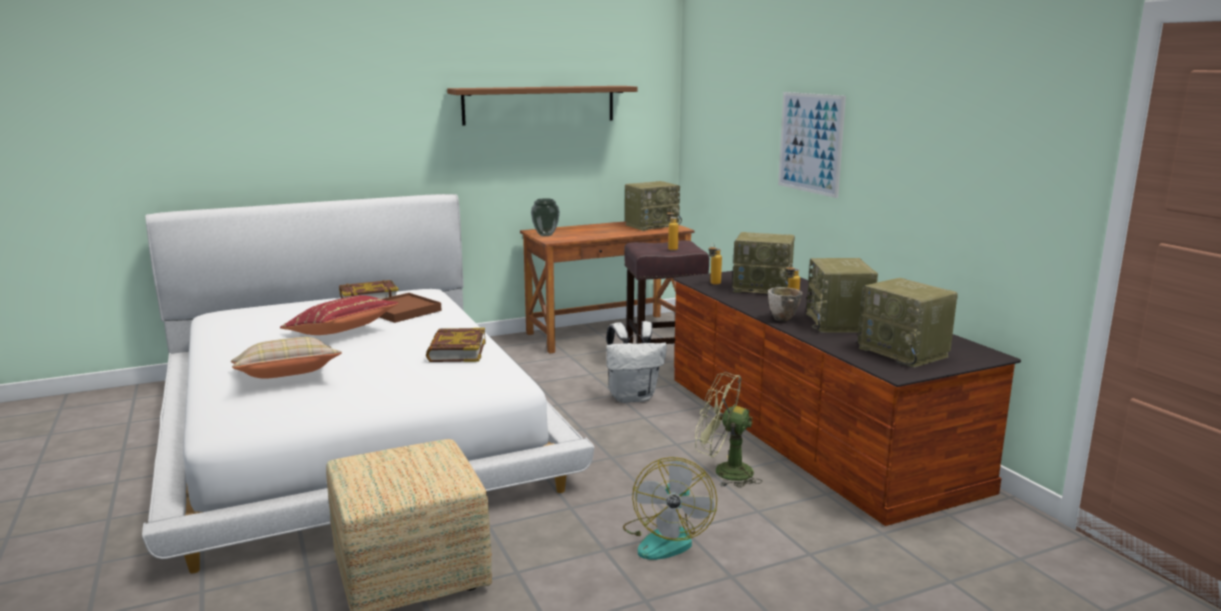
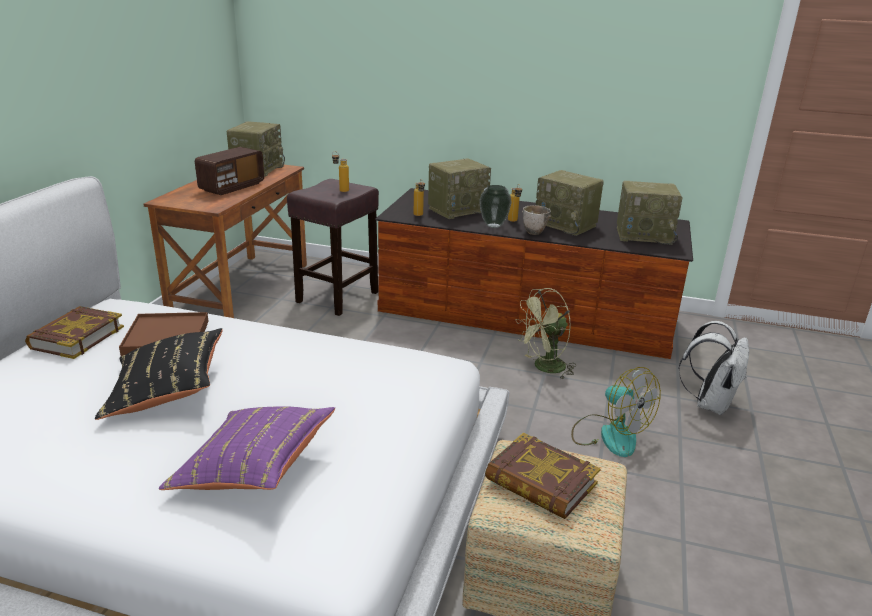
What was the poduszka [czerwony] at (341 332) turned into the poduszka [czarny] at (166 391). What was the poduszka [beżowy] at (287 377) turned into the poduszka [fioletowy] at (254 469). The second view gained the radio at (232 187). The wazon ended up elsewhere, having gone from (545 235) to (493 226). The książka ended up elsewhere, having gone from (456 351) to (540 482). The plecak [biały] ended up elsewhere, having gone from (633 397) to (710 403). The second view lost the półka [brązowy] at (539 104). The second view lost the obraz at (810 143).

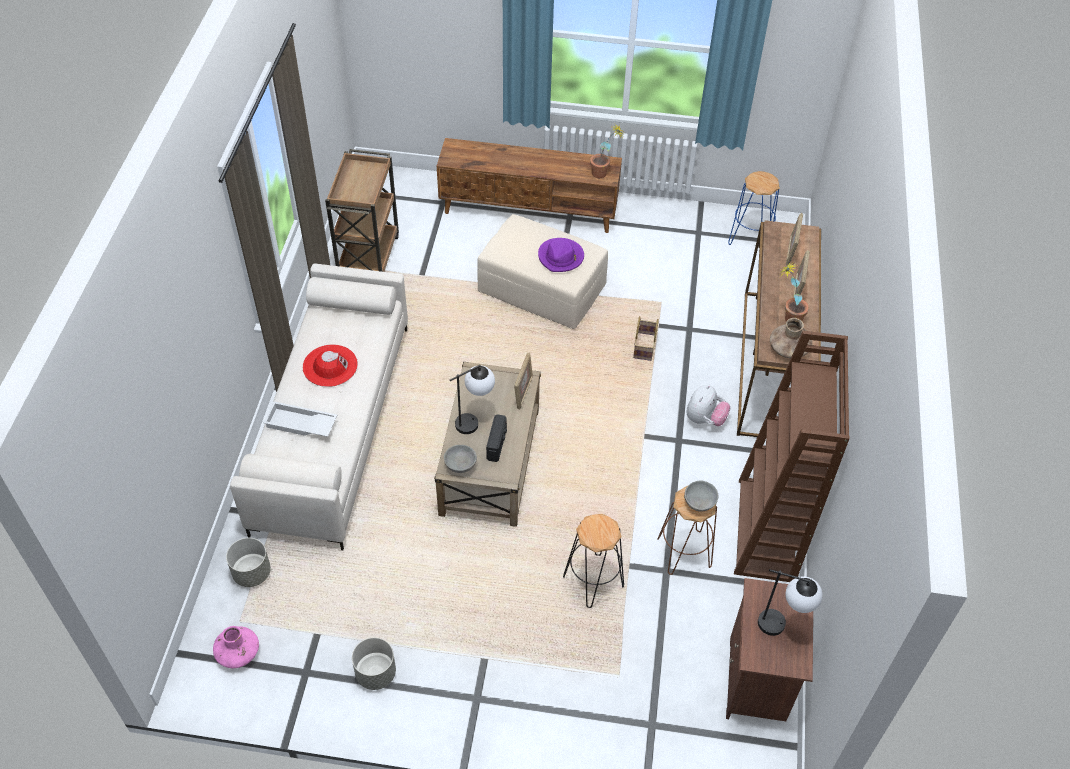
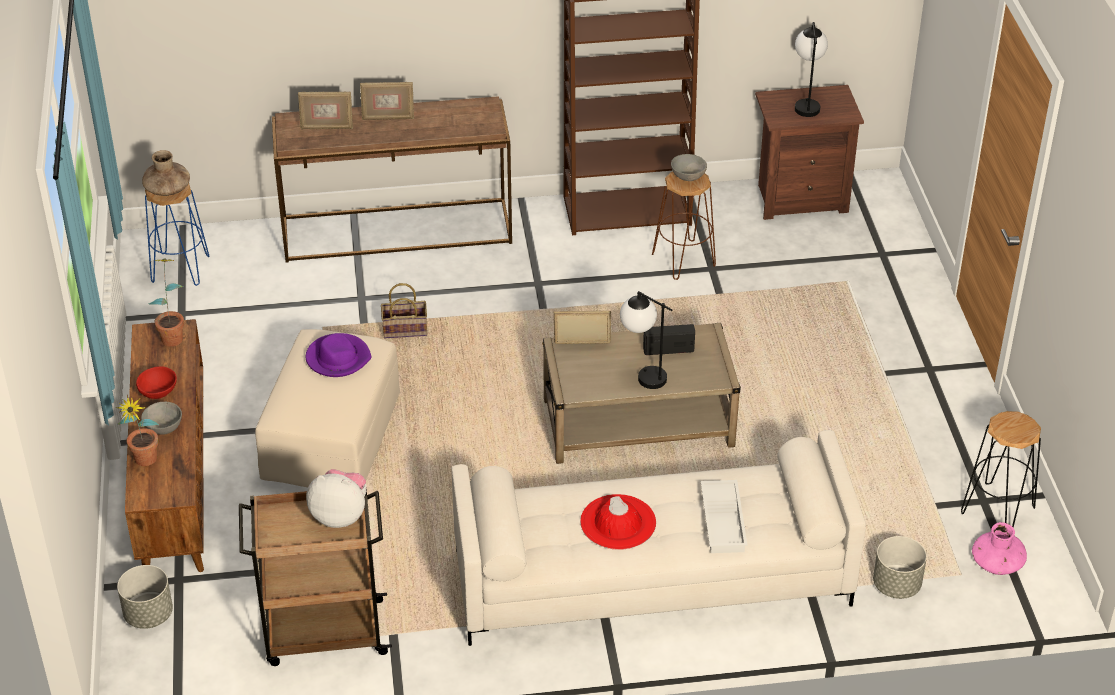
The roślina doniczkowa ended up elsewhere, having gone from (787 318) to (144 463). The donica [szary] ended up elsewhere, having gone from (376 673) to (148 614). The second view gained the miska [czerwony] at (159 393). The miska [szary] ended up elsewhere, having gone from (460 465) to (163 428). The wazon [brązowy] ended up elsewhere, having gone from (788 349) to (167 189). The pluszak ended up elsewhere, having gone from (705 419) to (340 515). The stołek [czarny] ended up elsewhere, having gone from (593 581) to (998 509).

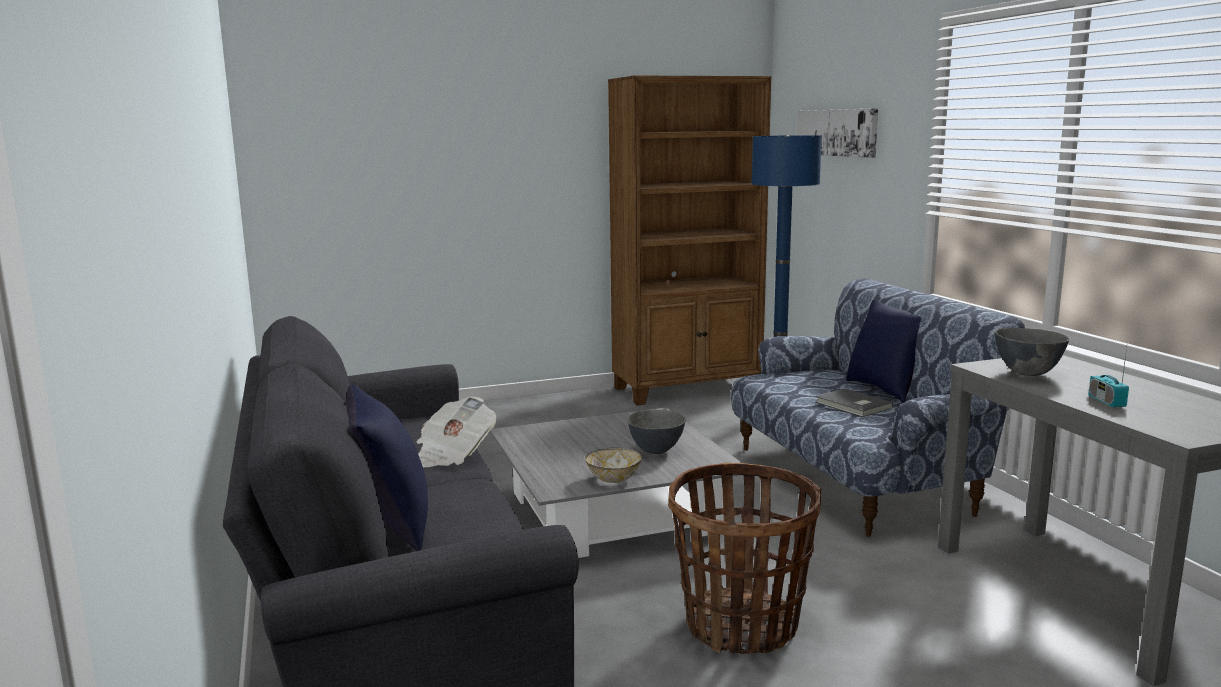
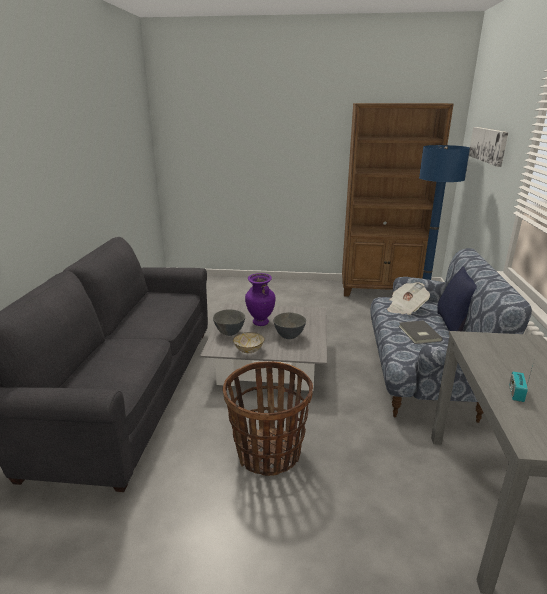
The miska [szary] ended up elsewhere, having gone from (1028 373) to (230 333). The second view gained the wazon [fioletowy] at (260 323). The gazeta ended up elsewhere, having gone from (453 454) to (405 308). The second view lost the poduszka [niebieski] at (389 527).

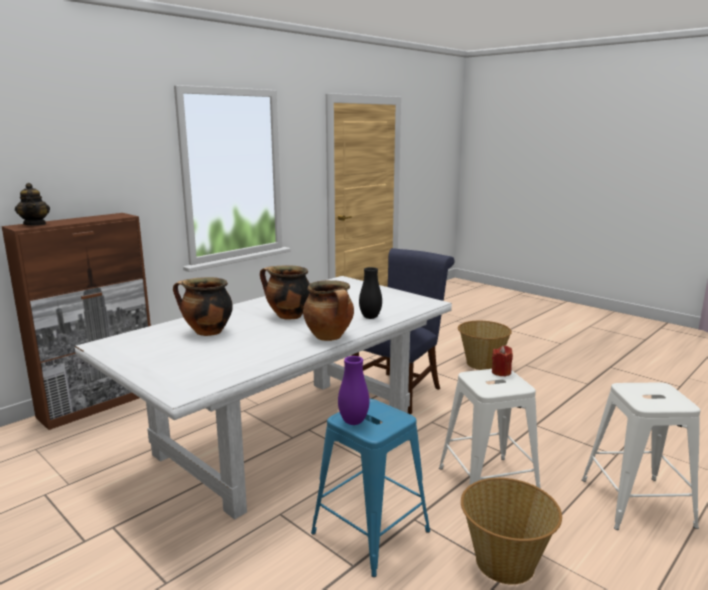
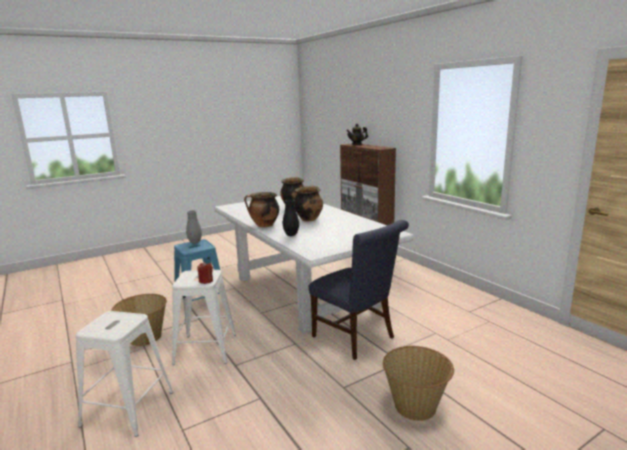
What was the wazon [fioletowy] at (353 422) turned into the wazon [szary] at (195 242).

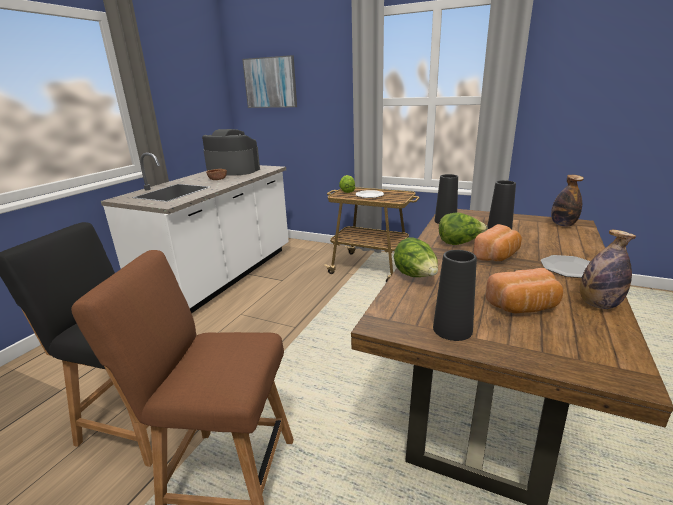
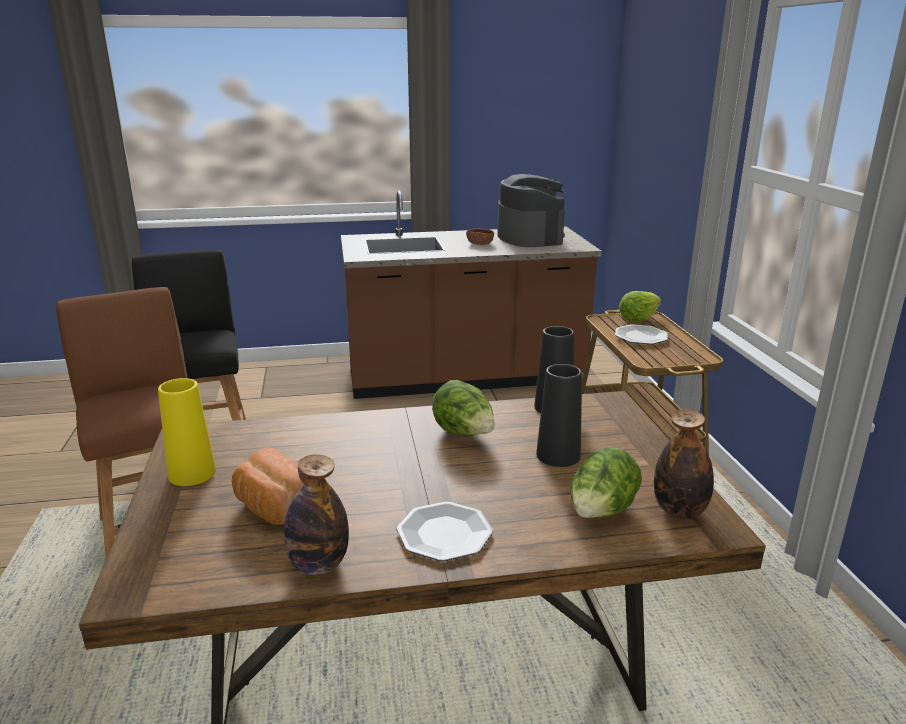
What was the wazon [czarny] at (452 329) turned into the wazon [żółty] at (192 473). What was the zabudowa kuchenna [biały] at (222 276) turned into the zabudowa kuchenna [brązowy] at (464 377). The sałata ended up elsewhere, having gone from (416 276) to (601 513). The second view lost the obraz at (270 82). The second view lost the chleb at (498 256).

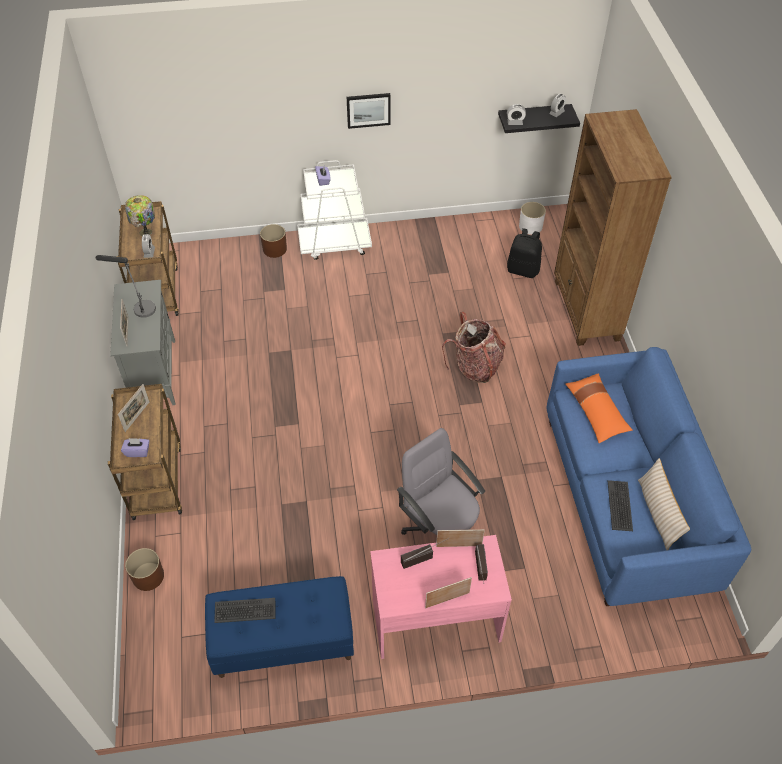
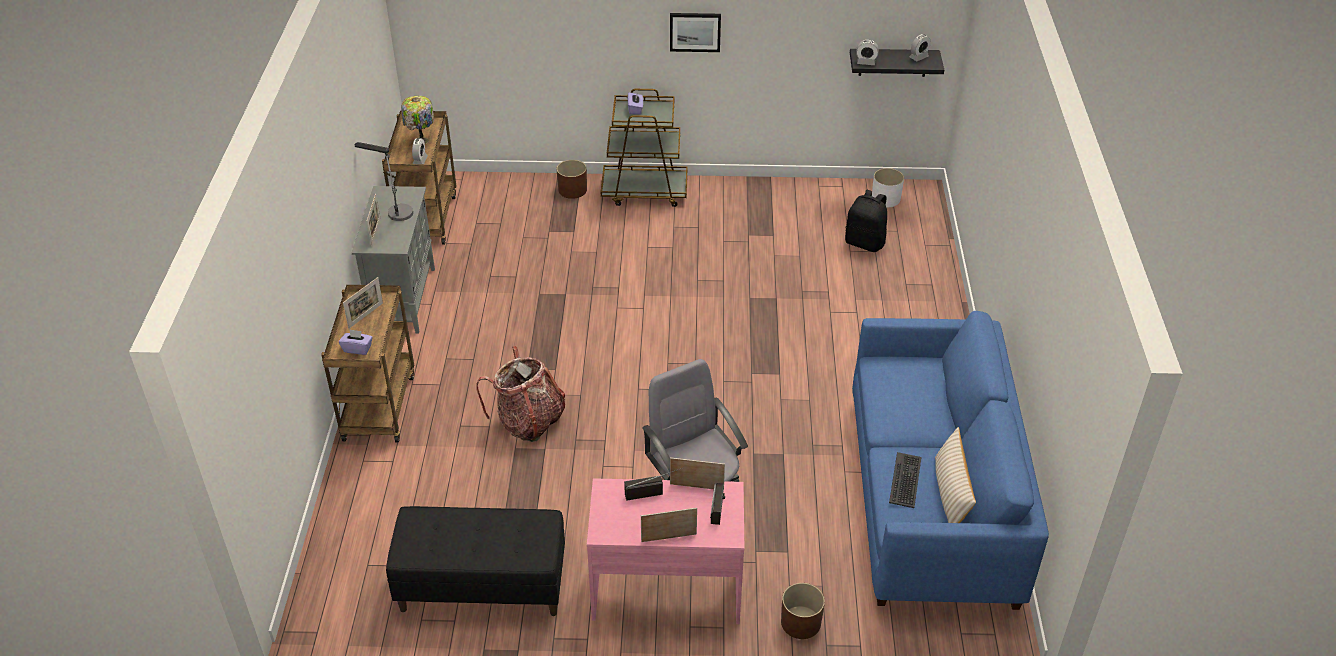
What was the ławka [niebieski] at (283 642) turned into the ławka [czarny] at (481 587). The plecak ended up elsewhere, having gone from (475 367) to (528 421). What was the wózek [biały] at (335 243) turned into the wózek [brązowy] at (645 191). The donica [brązowy] ended up elsewhere, having gone from (148 577) to (800 623). The second view lost the klawiatura at (245 611). The second view lost the regał [brązowy] at (586 311). The second view lost the poduszka [pomarańczowy] at (596 412).

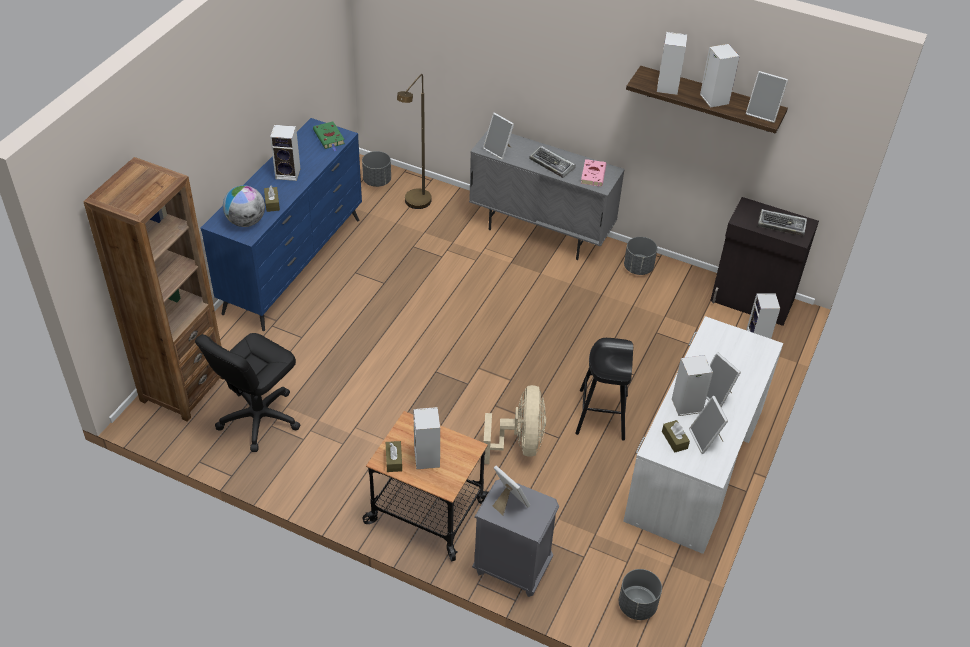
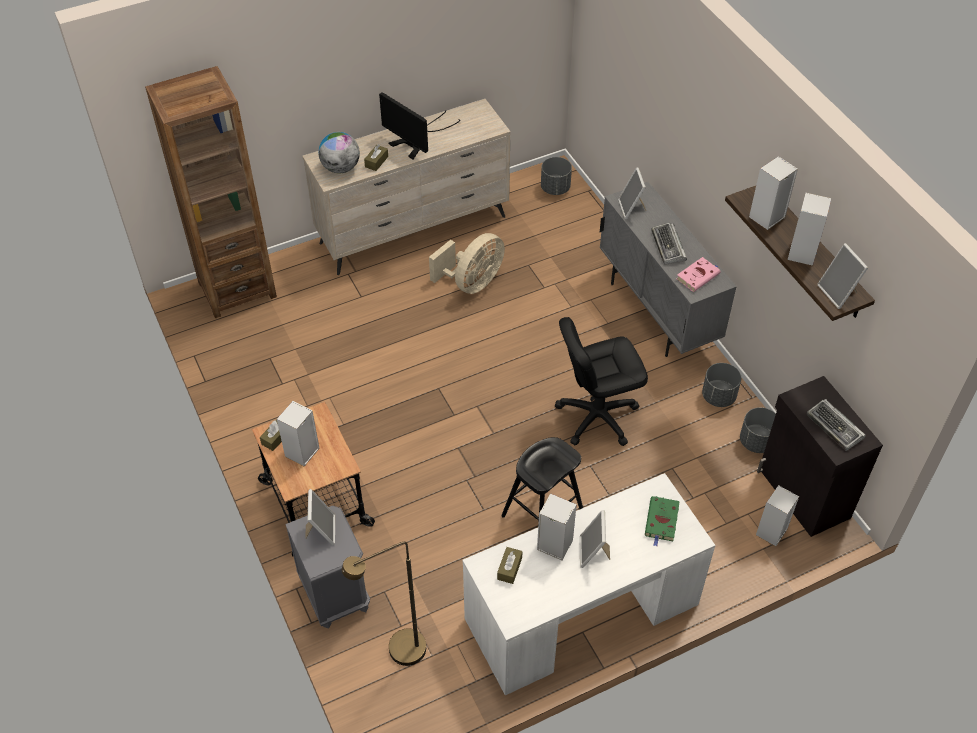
What was the komoda [niebieski] at (294 265) turned into the komoda [beżowy] at (414 230). The lampa stojąca [brązowy] ended up elsewhere, having gone from (415 205) to (398 654). Where the głośnik stood at (289 173), the monitor came to stand at (416 141). The wentylator [beżowy] ended up elsewhere, having gone from (519 444) to (472 283). The krzesło biurowe [czarny] ended up elsewhere, having gone from (259 418) to (597 416). The książka [zielony] ended up elsewhere, having gone from (329 138) to (661 522). The donica [szary] ended up elsewhere, having gone from (637 606) to (756 442). The second view lost the ramka na zdjęcie at (706 439).

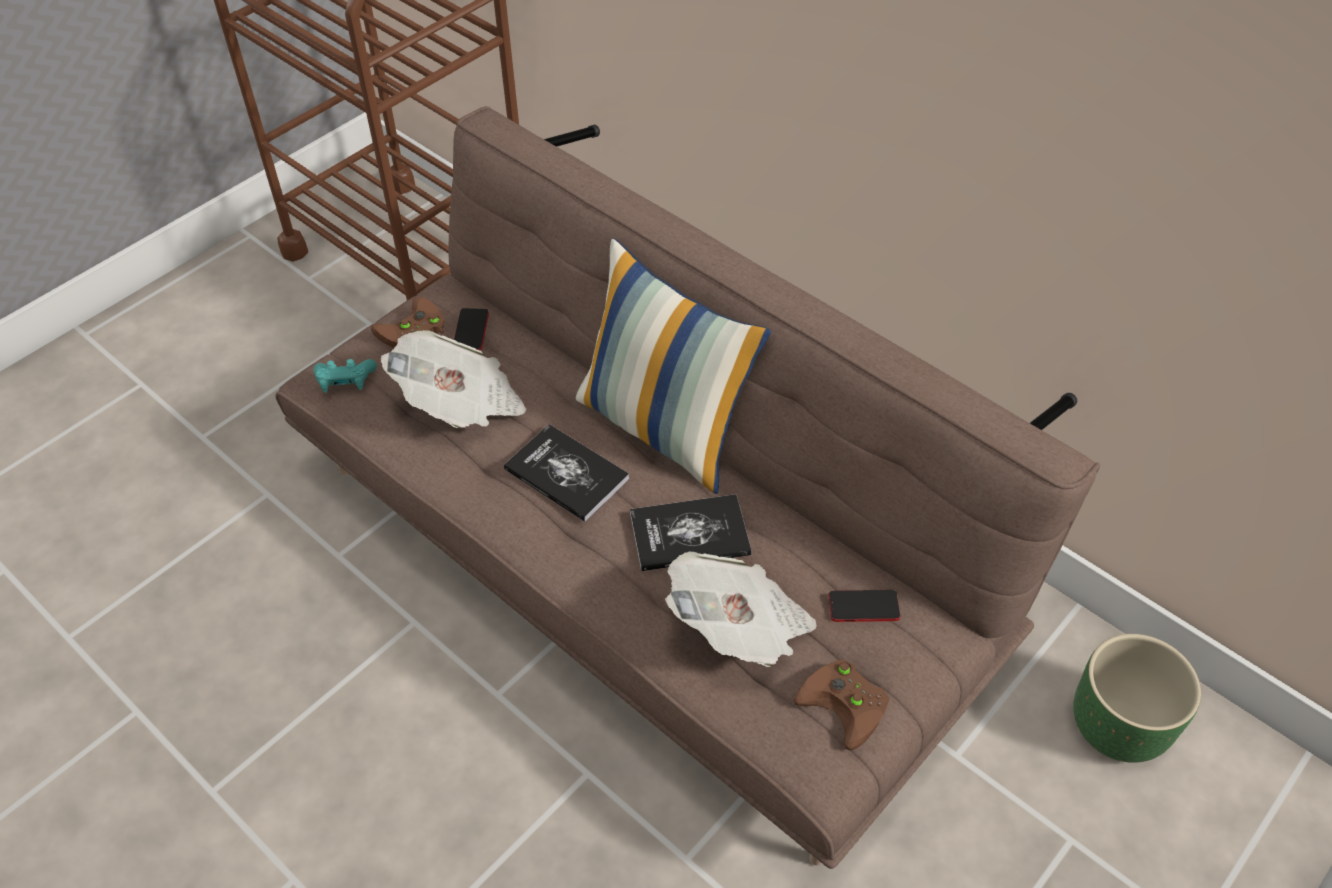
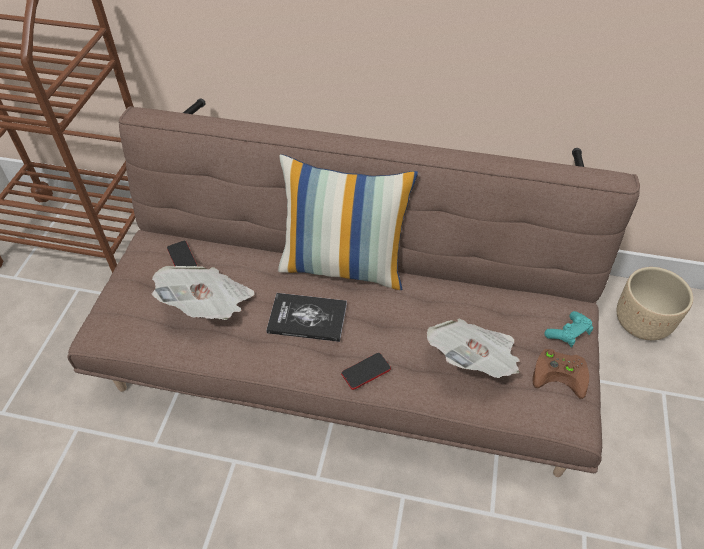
The telefon ended up elsewhere, having gone from (863 606) to (366 371). The pad do gier [turkusowy] ended up elsewhere, having gone from (345 381) to (568 334). What was the donica [zielony] at (1116 725) turned into the donica [beżowy] at (640 323). The second view lost the pad do gier [brązowy] at (411 331). The second view lost the książka at (689 534).

